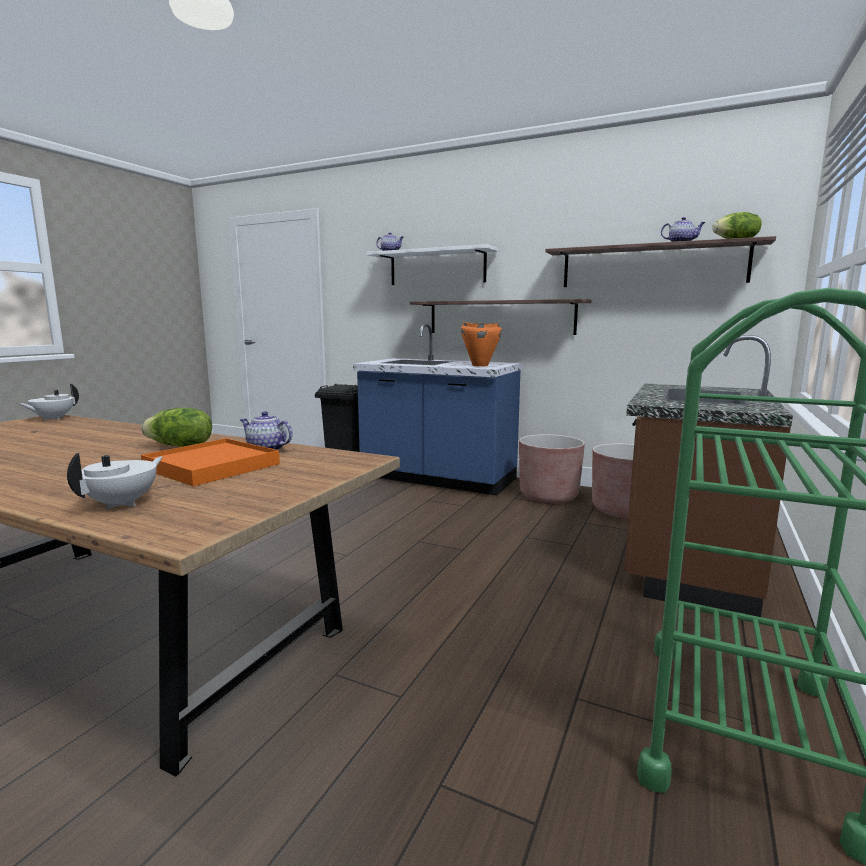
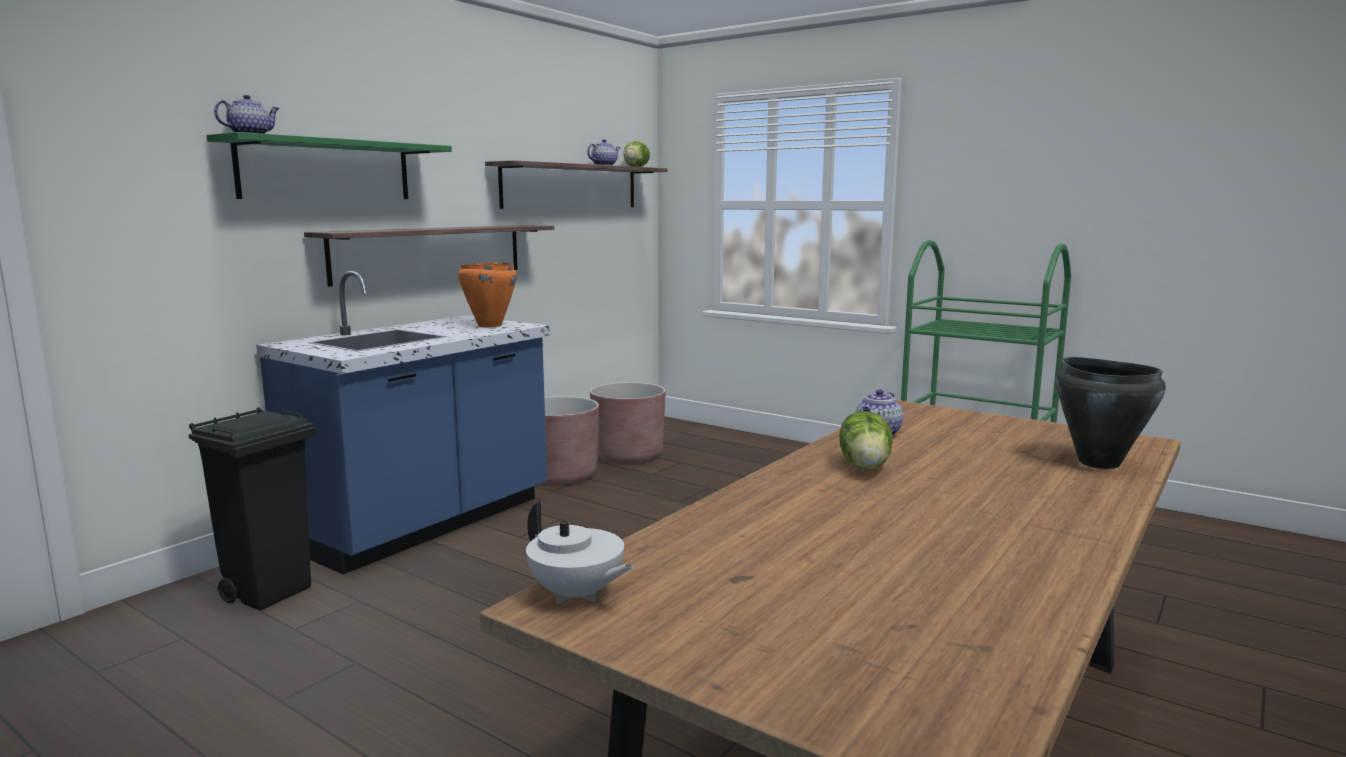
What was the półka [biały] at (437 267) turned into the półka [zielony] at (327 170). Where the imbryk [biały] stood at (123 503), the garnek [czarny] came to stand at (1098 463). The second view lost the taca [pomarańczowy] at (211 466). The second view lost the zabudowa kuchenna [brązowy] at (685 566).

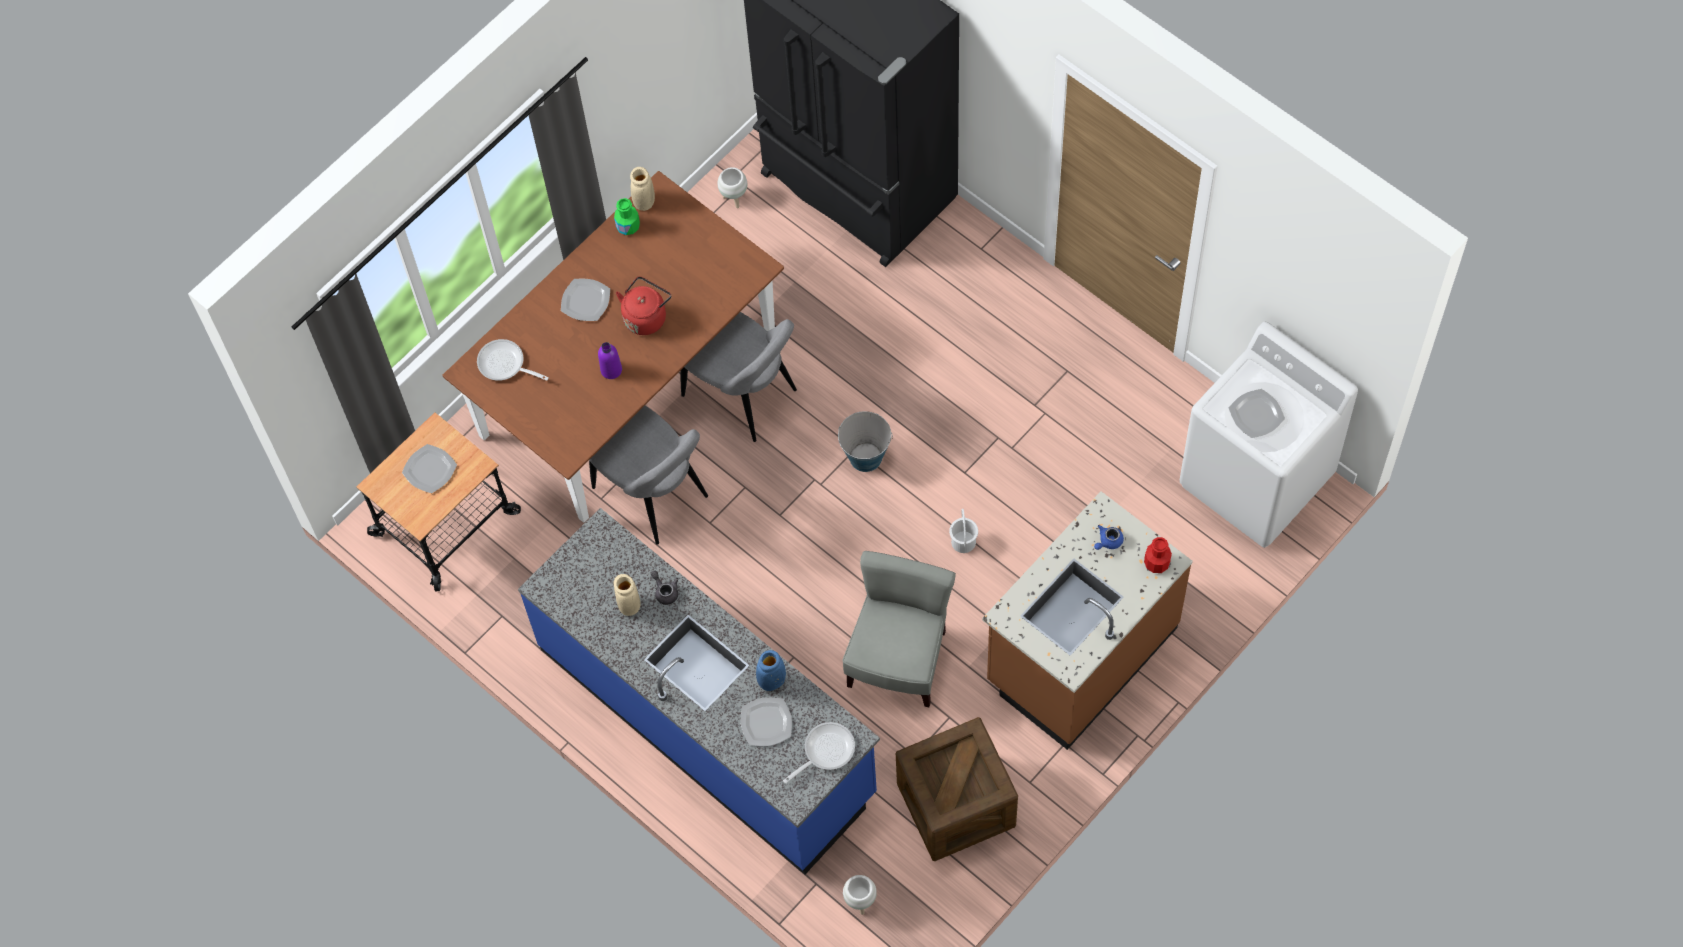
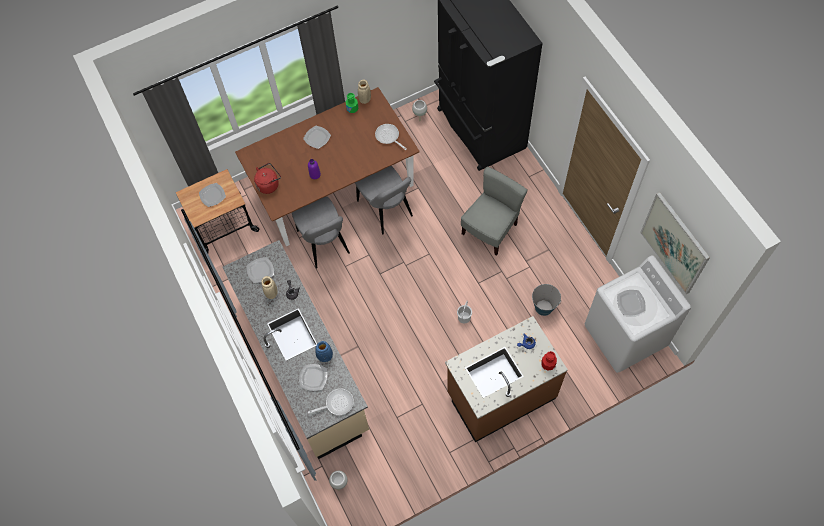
What was the zabudowa kuchenna [niebieski] at (708 720) turned into the zabudowa kuchenna [beżowy] at (304 363). The second view gained the talerz at (260 270). The czajnik [czerwony] ended up elsewhere, having gone from (646 316) to (269 184). The patelnia ended up elsewhere, having gone from (505 365) to (388 137). The krzesło [szary] ended up elsewhere, having gone from (899 659) to (490 230). The wiadro ended up elsewhere, having gone from (865 457) to (543 307). The second view gained the obraz at (674 243). The second view lost the skrzynka at (956 804).

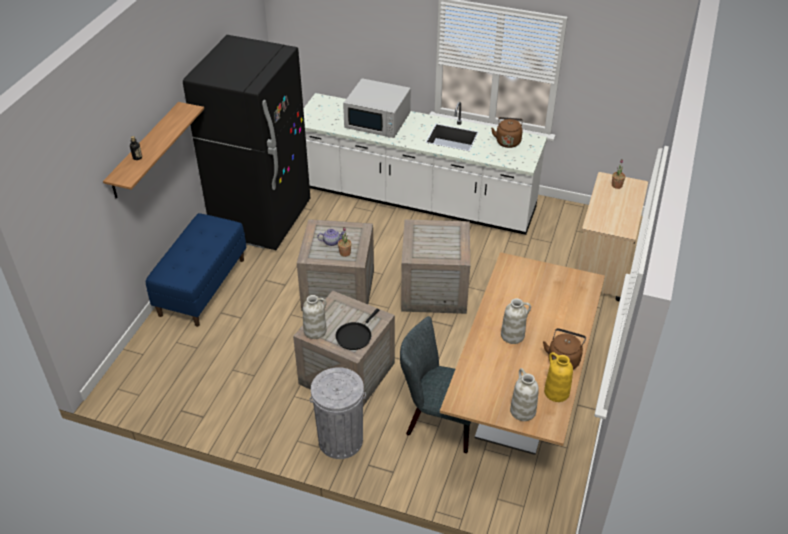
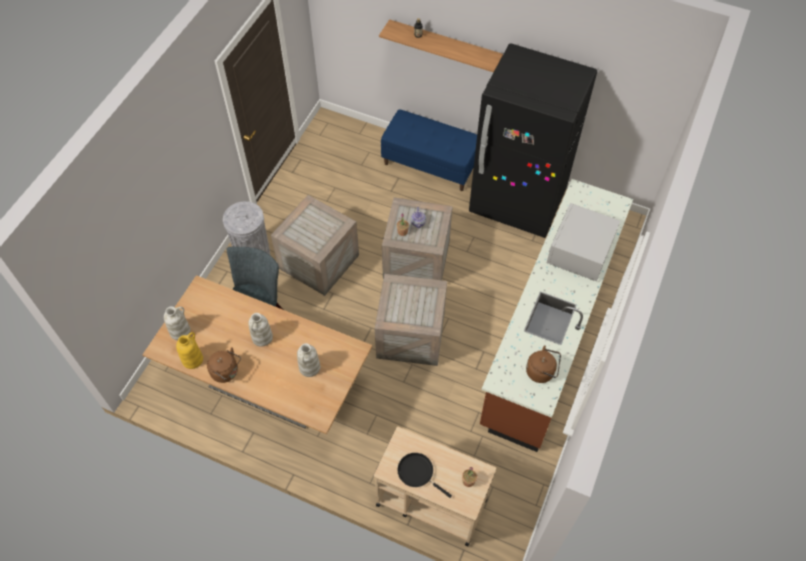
The wazon [biały] ended up elsewhere, having gone from (315 330) to (309 368). The patelnia [czarny] ended up elsewhere, having gone from (355 336) to (418 473). What was the zabudowa kuchenna [biały] at (416 199) turned into the zabudowa kuchenna [brązowy] at (548 333).

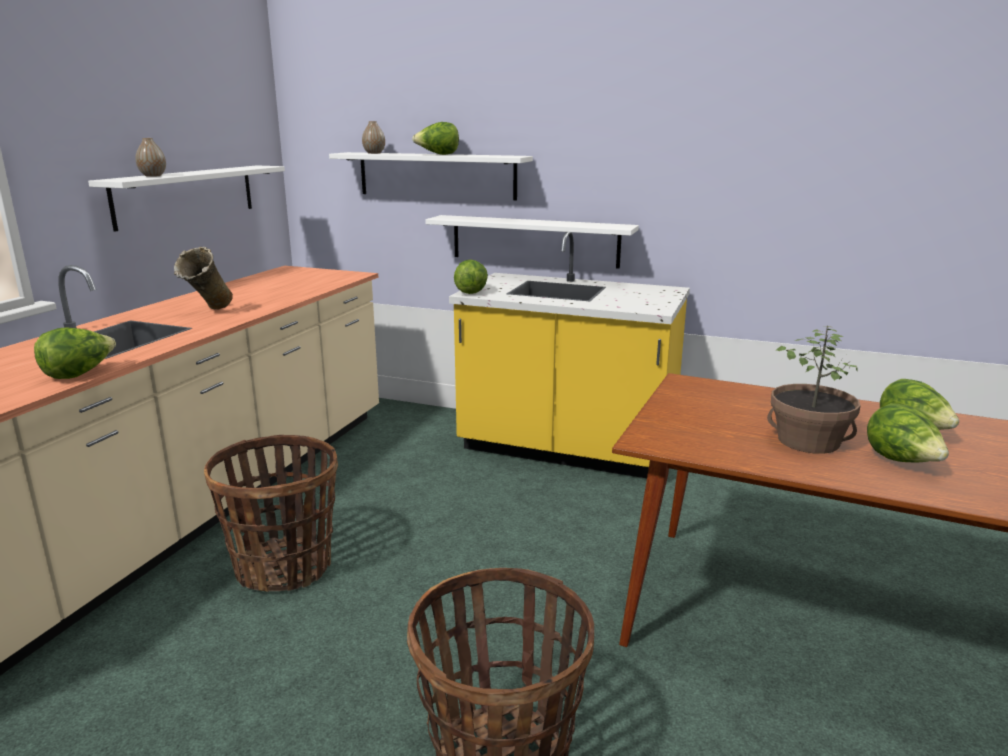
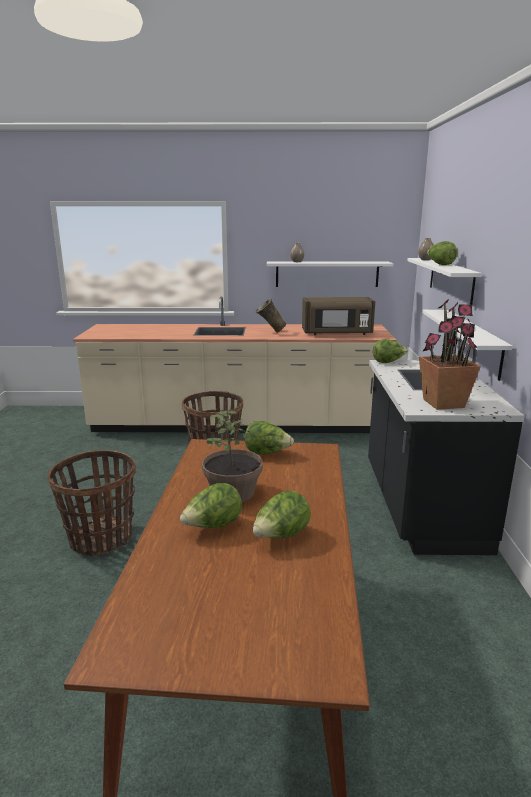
The sałata ended up elsewhere, having gone from (79 374) to (267 453). The second view gained the mikrofalówka [brązowy] at (337 333). What was the zabudowa kuchenna [żółty] at (567 449) turned into the zabudowa kuchenna [czarny] at (420 506). The second view gained the roślina doniczkowa at (444 403).

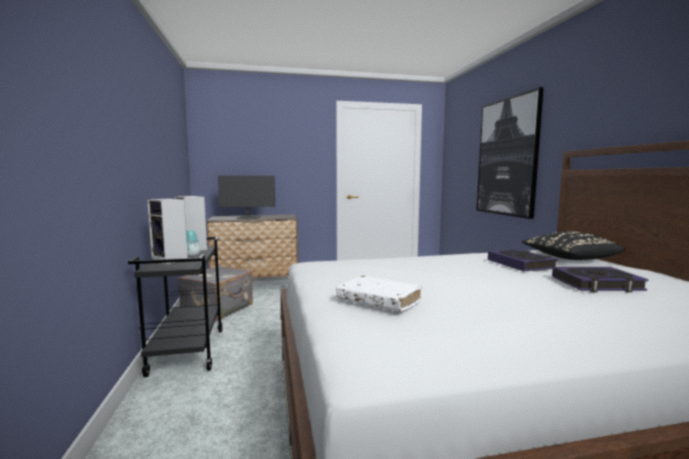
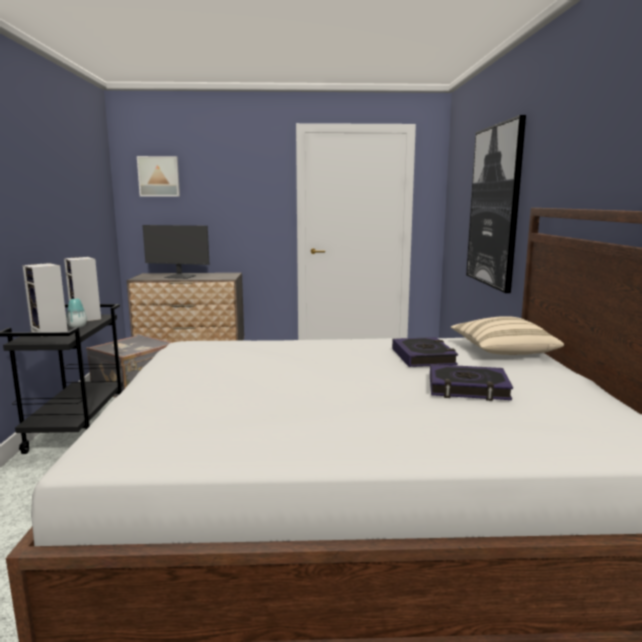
The second view gained the obraz at (159 176). What was the poduszka [czarny] at (569 258) turned into the poduszka [beżowy] at (502 352). The second view lost the książka [biały] at (379 301).

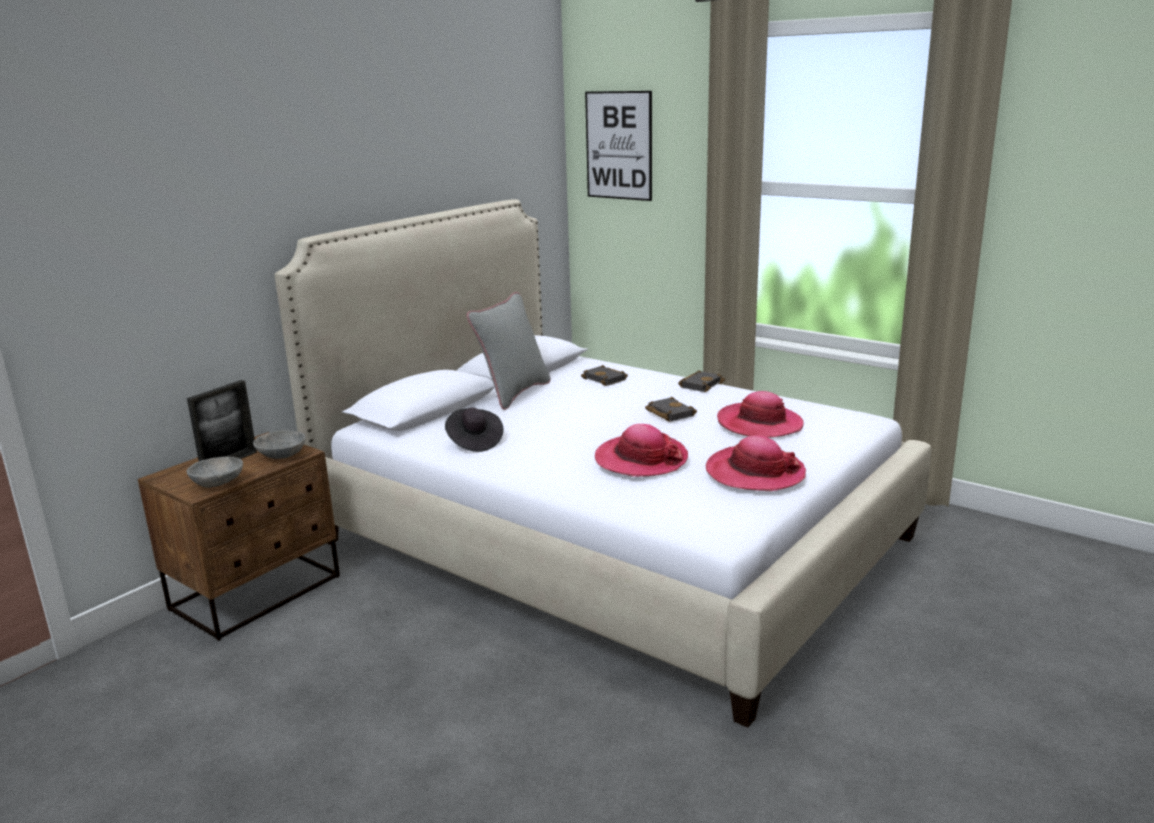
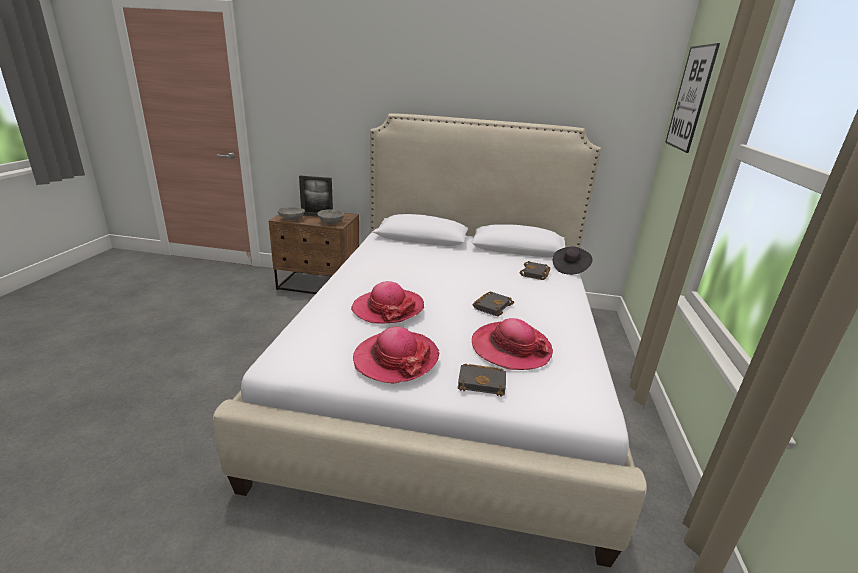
The książka [czarny] ended up elsewhere, having gone from (700 384) to (483 382). The kapelusz [czarny] ended up elsewhere, having gone from (474 442) to (570 268). The second view lost the poduszka [szary] at (513 393).

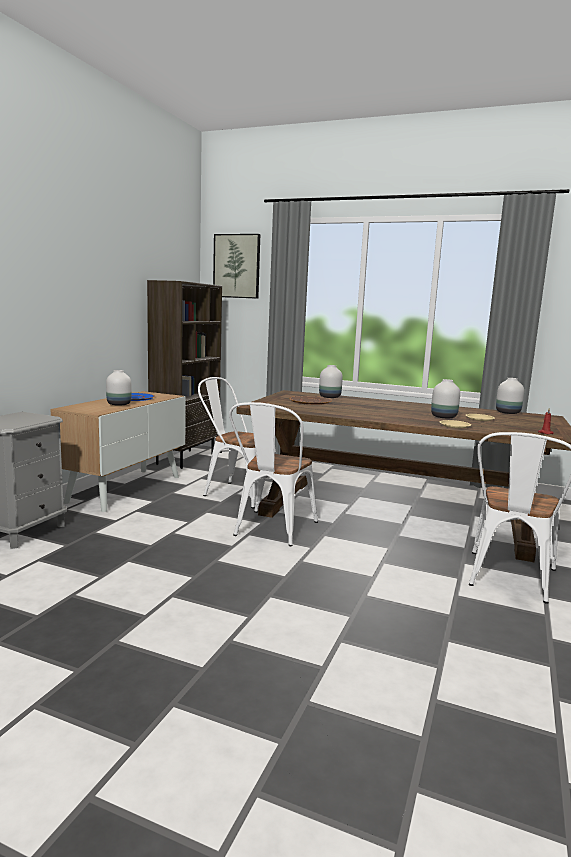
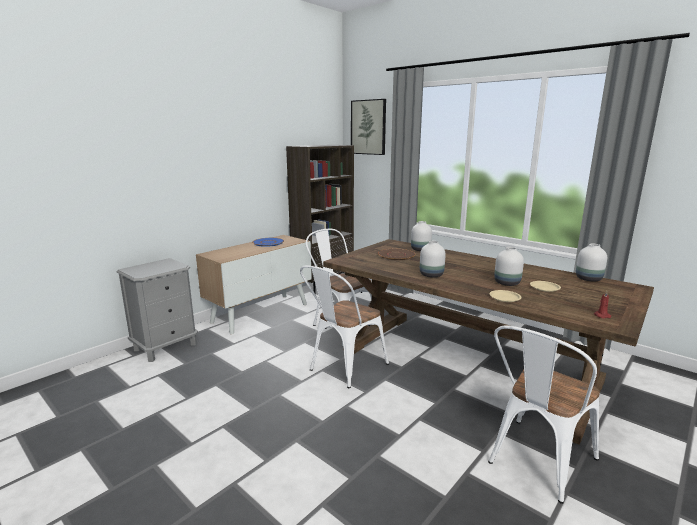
The wazon [biały] ended up elsewhere, having gone from (119 404) to (432 275).

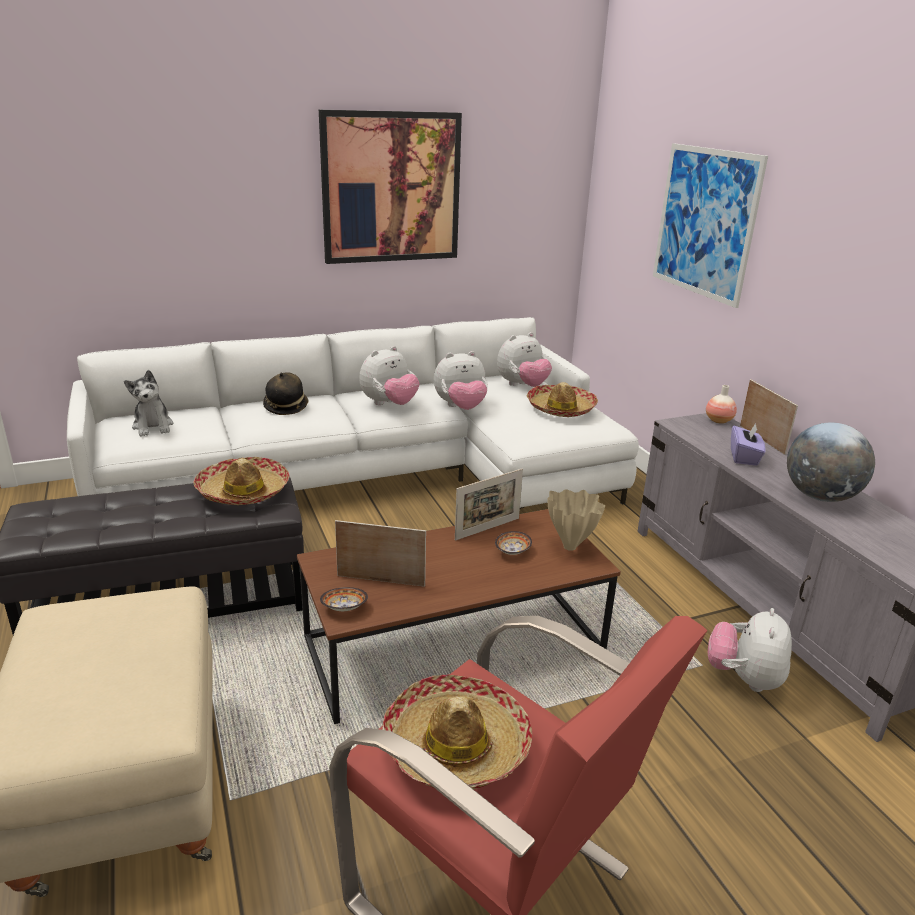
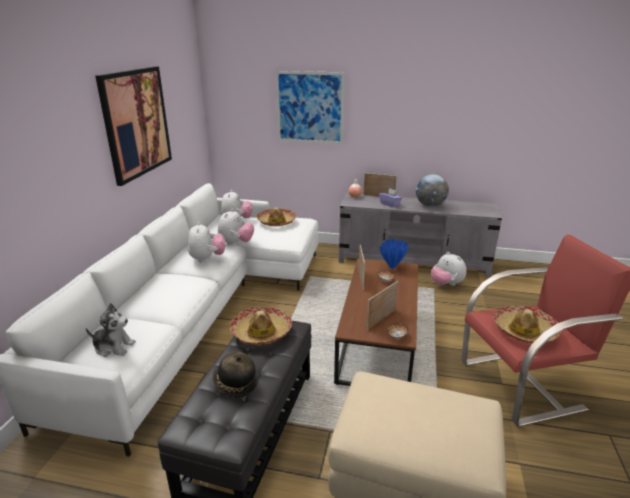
The kapelusz ended up elsewhere, having gone from (286 407) to (235 384). What was the wazon [beżowy] at (570 547) turned into the wazon [niebieski] at (393 267).

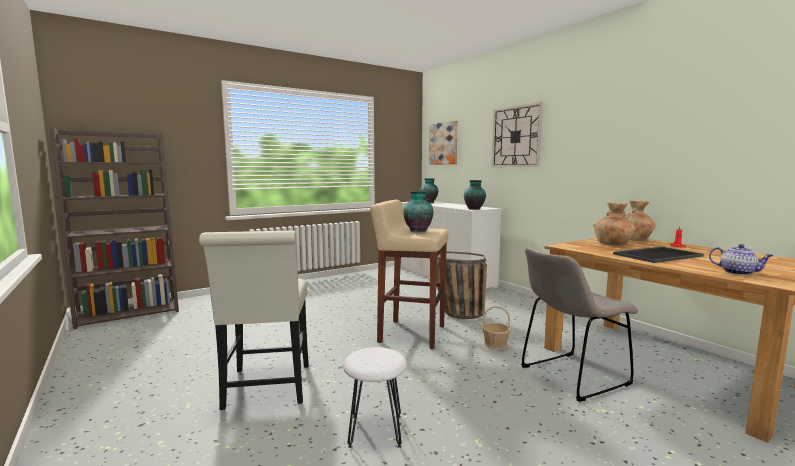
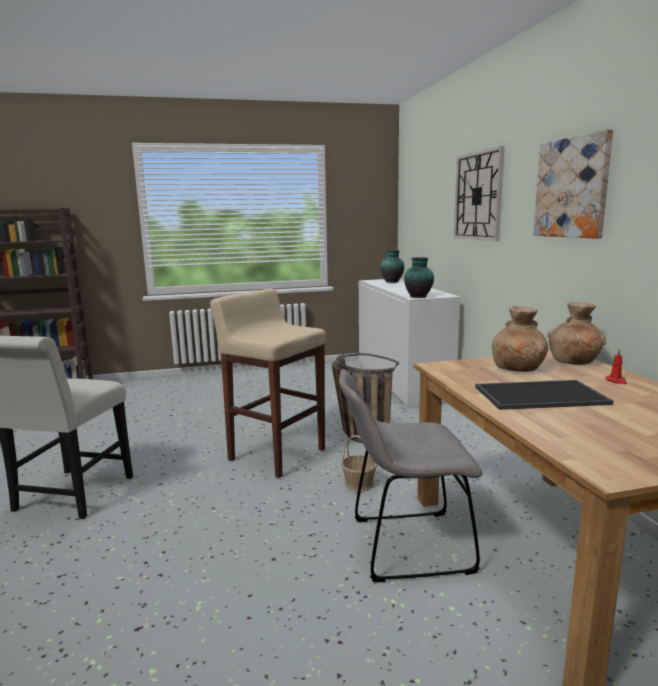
The obraz ended up elsewhere, having gone from (443 143) to (572 188). The second view lost the stołek [biały] at (376 430). The second view lost the wazon at (418 230). The second view lost the imbryk at (738 272).

